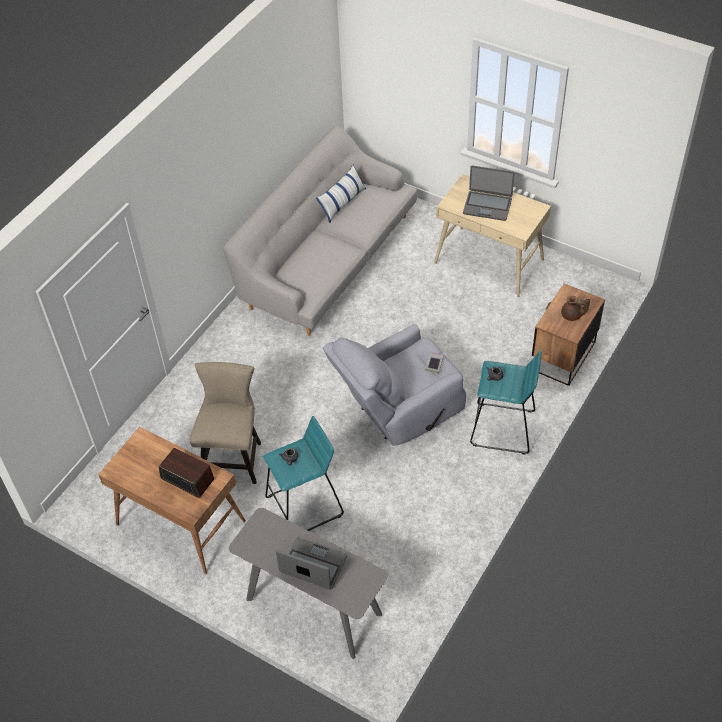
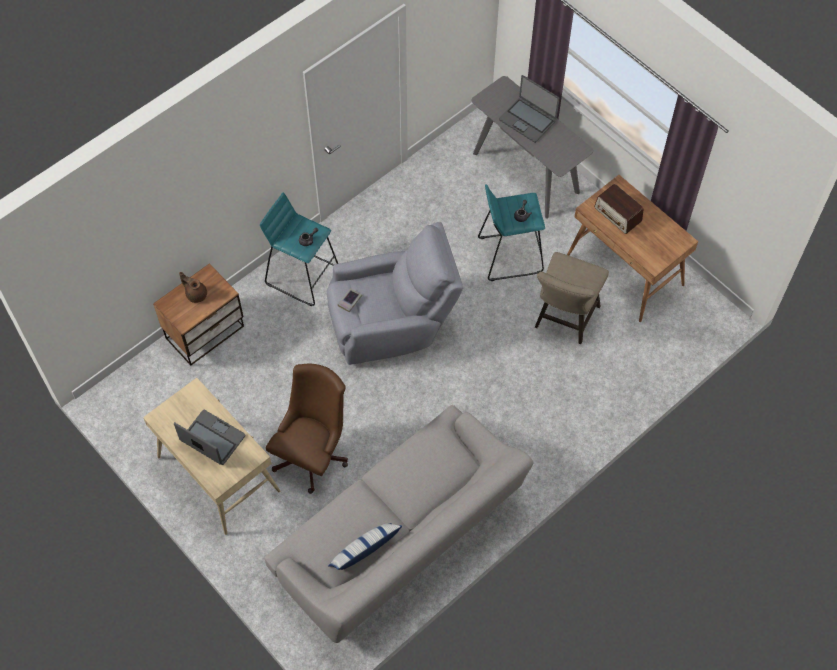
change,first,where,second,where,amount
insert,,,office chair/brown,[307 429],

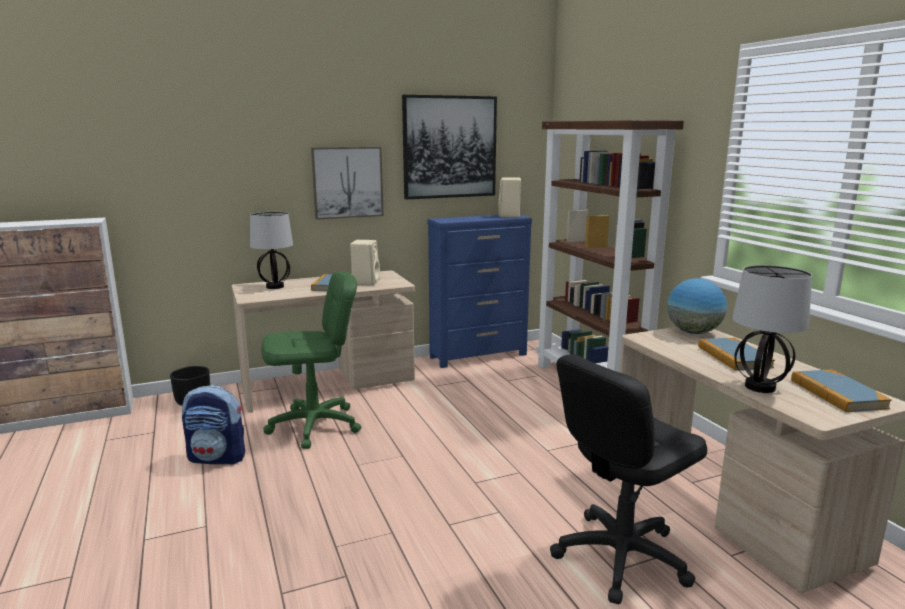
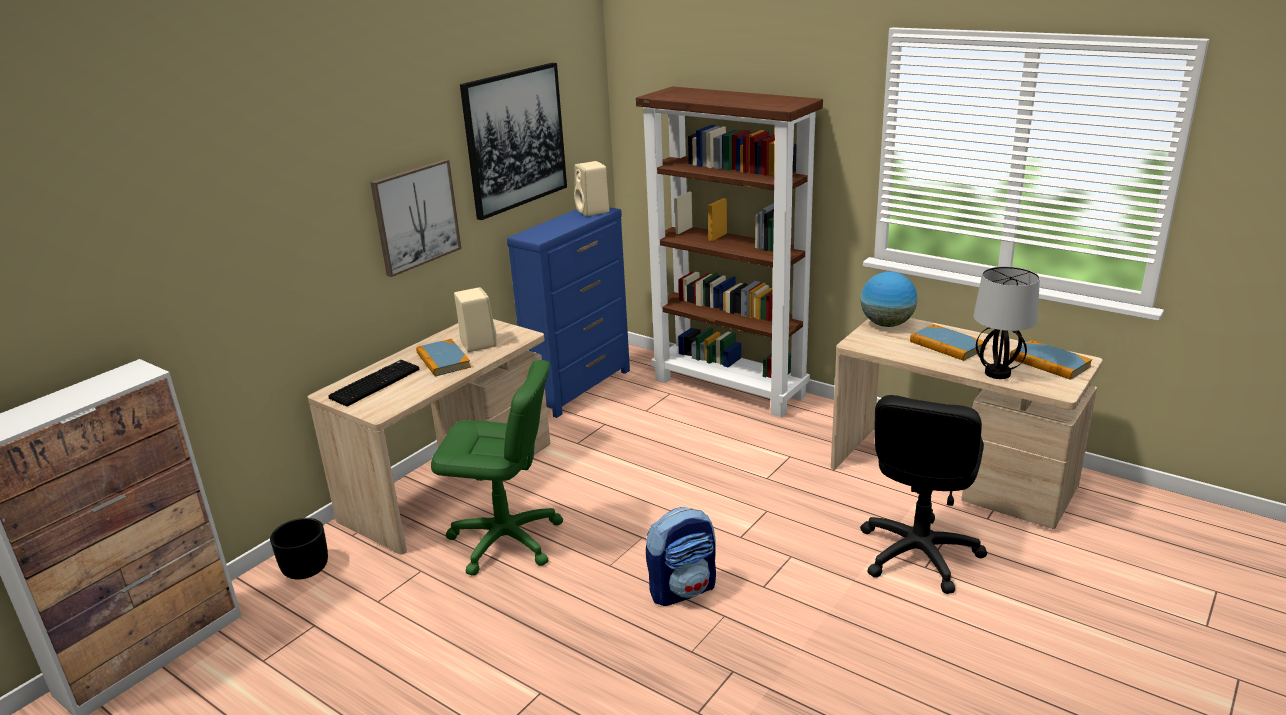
change,first,where,second,where,amount
move,backpack,[213 425],,[681 556],
replace,table lamp,[271 250],keyboard,[374 383],
rotate,office chair/green,[311 360],,[497 468],60 degrees clockwise

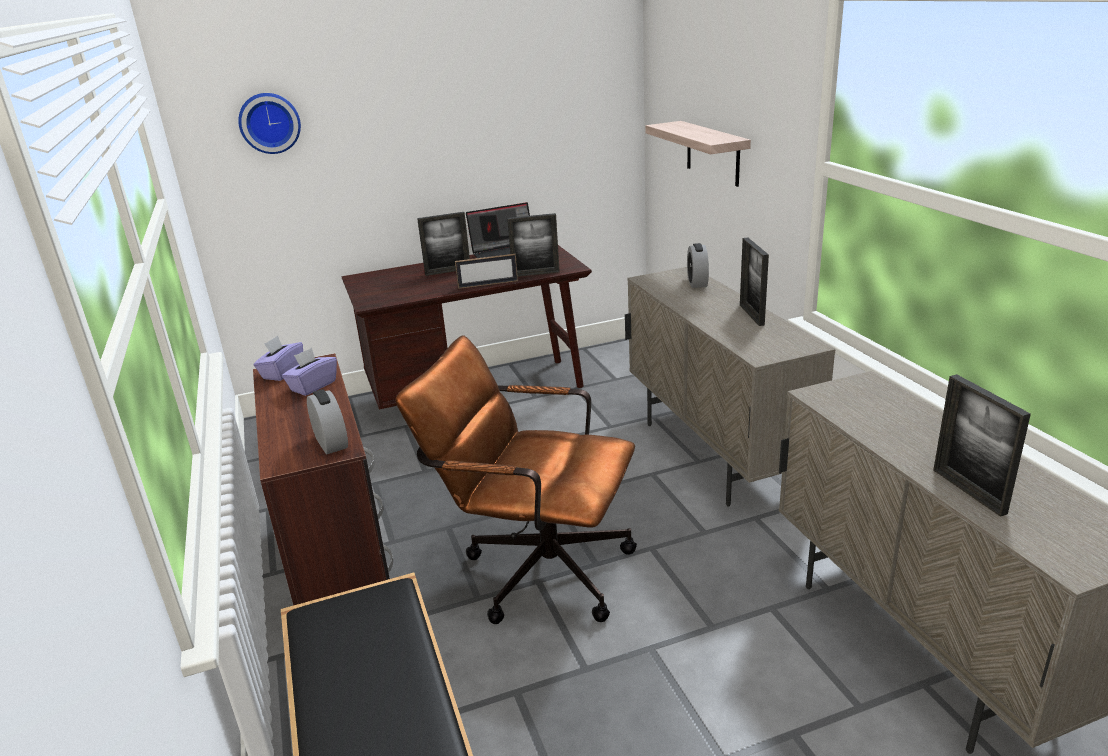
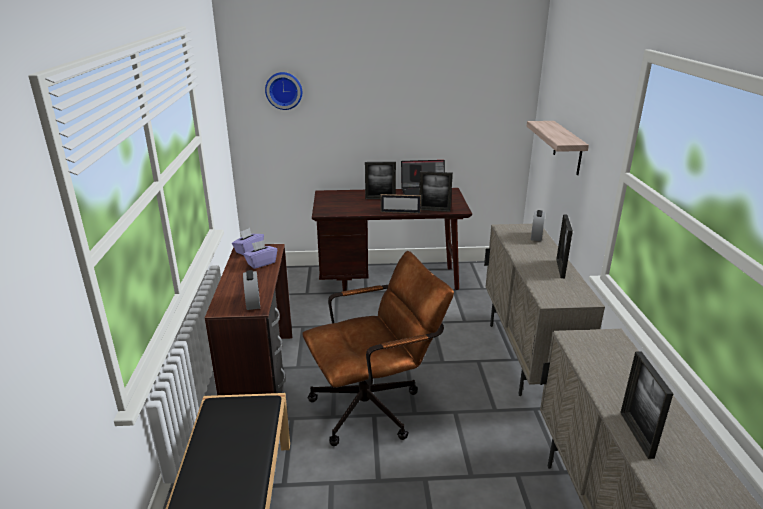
change,first,where,second,where,amount
rotate,office chair/brown,[516 479],,[378 348],120 degrees clockwise

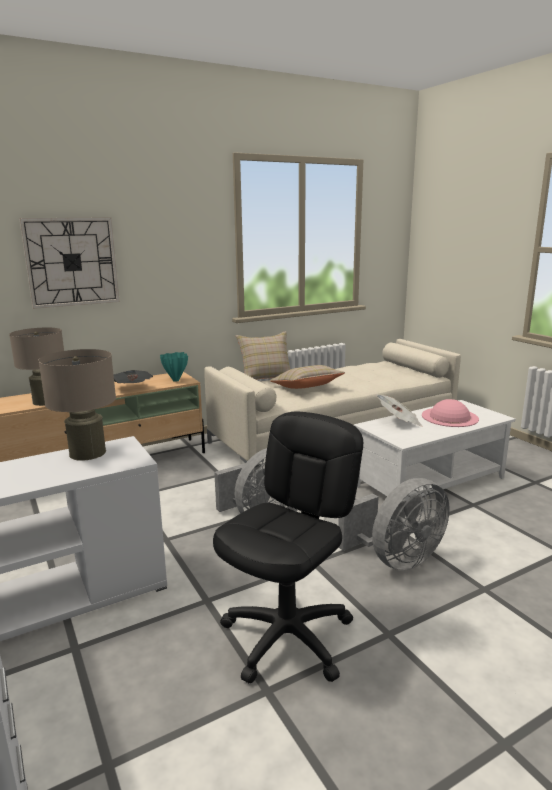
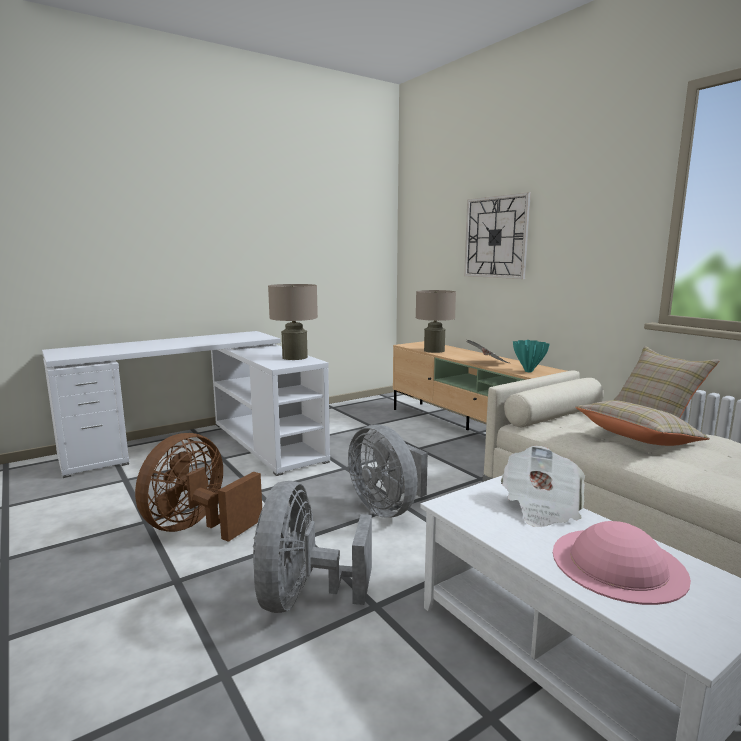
change,first,where,second,where,amount
replace,office chair/black,[288 547],fan/brown,[198 487],
rotate,fan/grey,[394 524],,[312 547],45 degrees clockwise

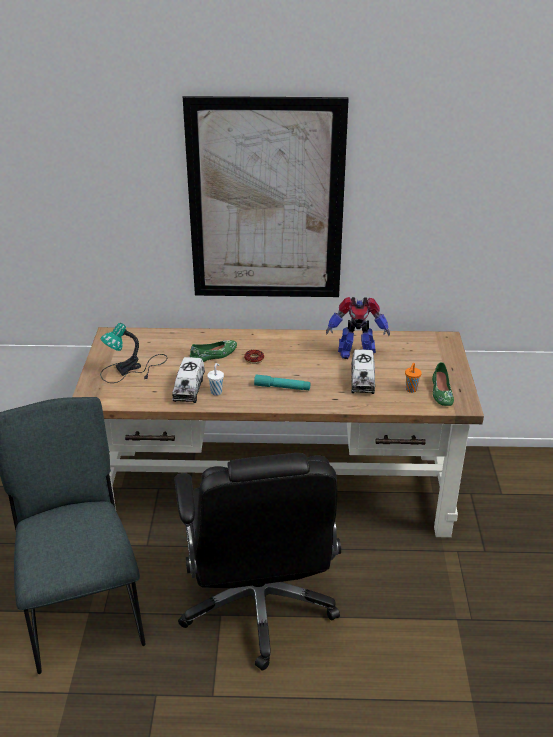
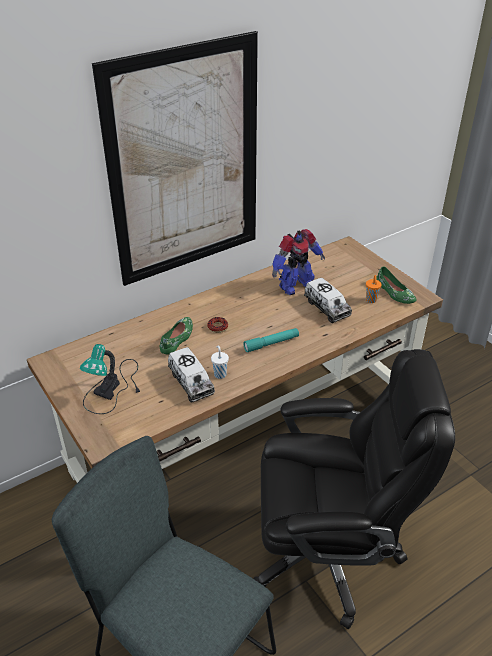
change,first,where,second,where,amount
rotate,office chair/black,[257 561],,[354 489],45 degrees counterclockwise

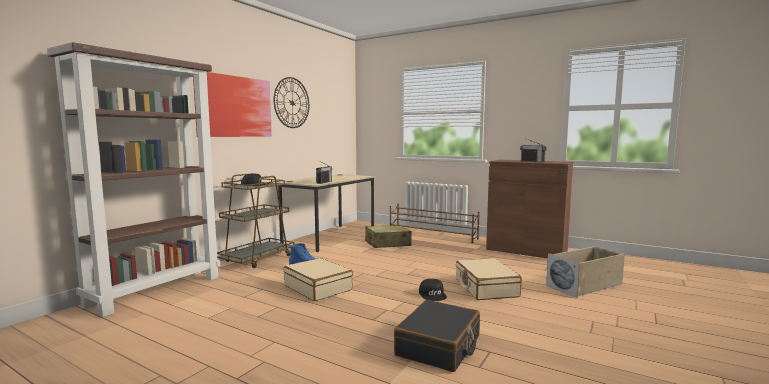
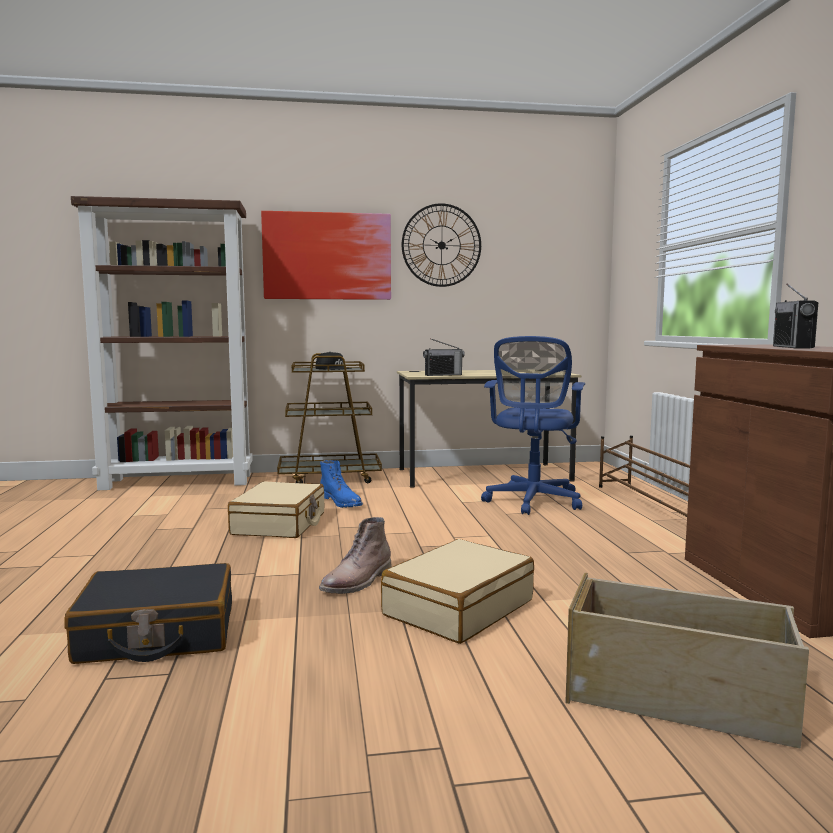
change,first,where,second,where,amount
replace,suitcase/beige,[388 236],office chair/blue,[533 425],
replace,cap/black,[433 290],boot/brown,[355 555],

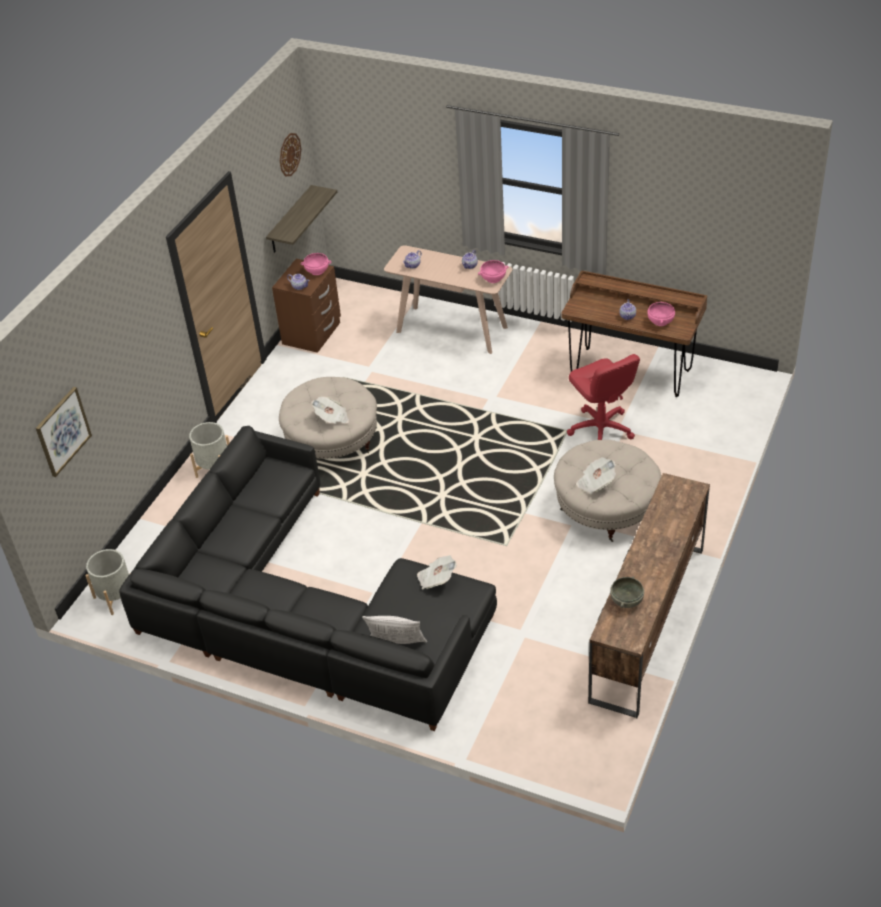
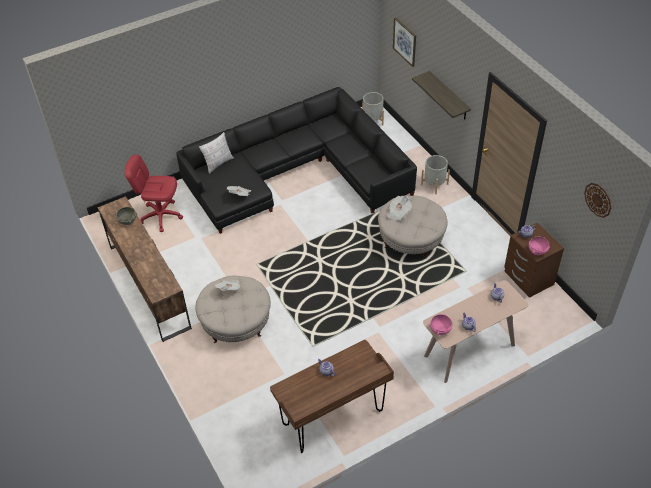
change,first,where,second,where,amount
move,shelf,[301 219],,[441 95],
move,office chair/red,[603 397],,[154 193],
delete,bowl/pink,[661 314],,,

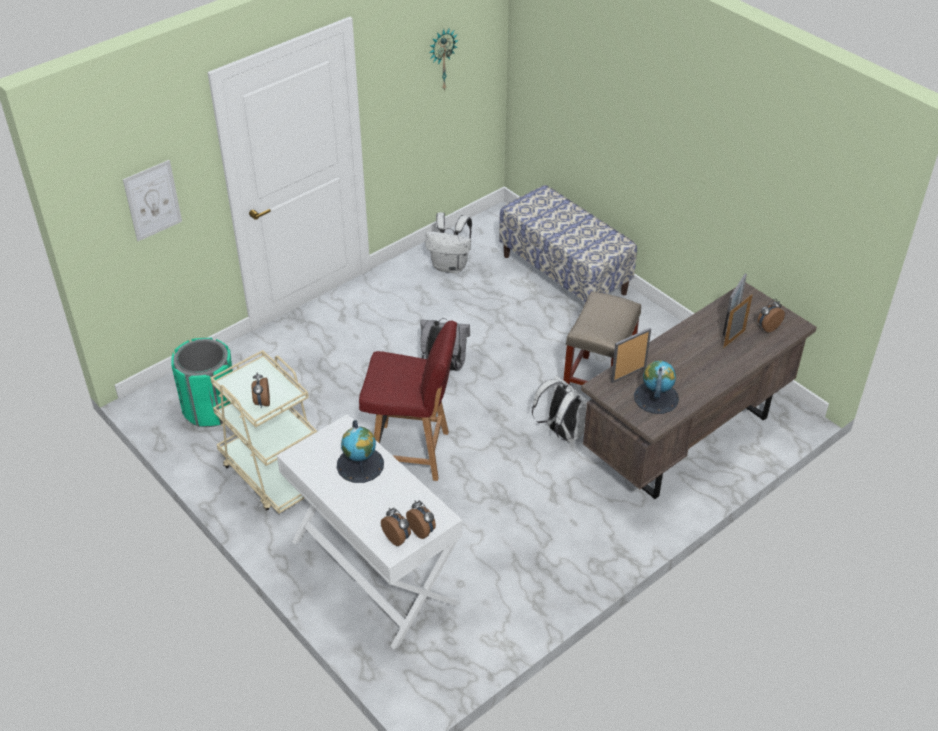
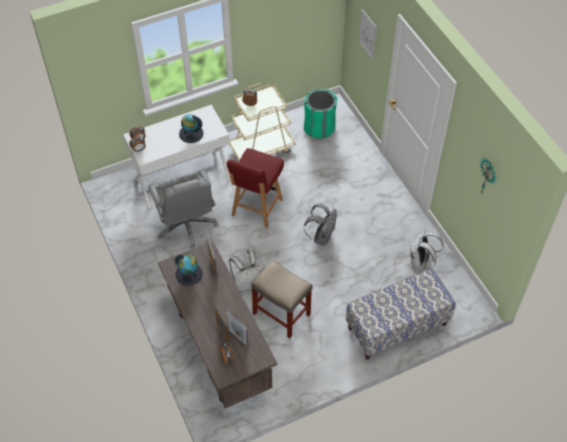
change,first,where,second,where,amount
insert,,,office chair/grey,[183 209],

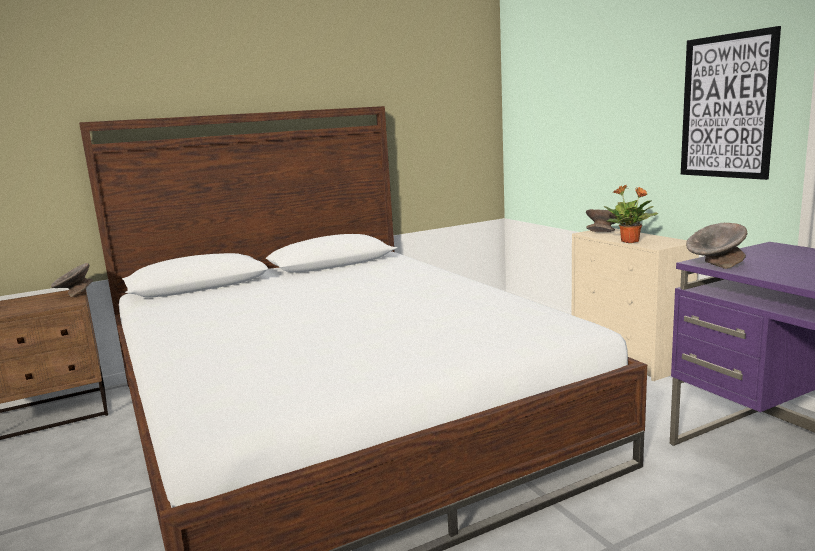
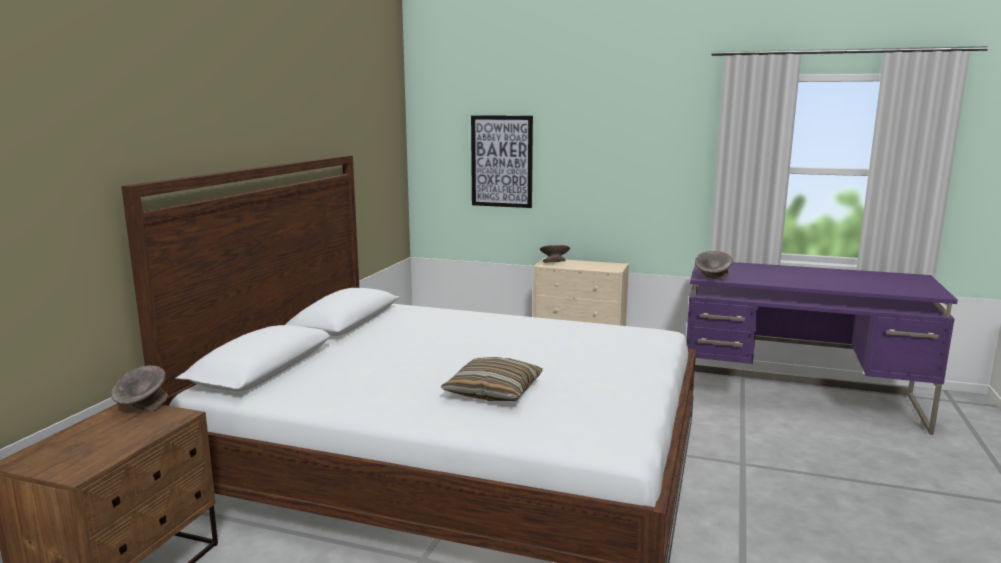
change,first,where,second,where,amount
delete,potted plant,[631 214],,,
move,picture,[731 103],,[502 161],
insert,,,pillow,[492 379],

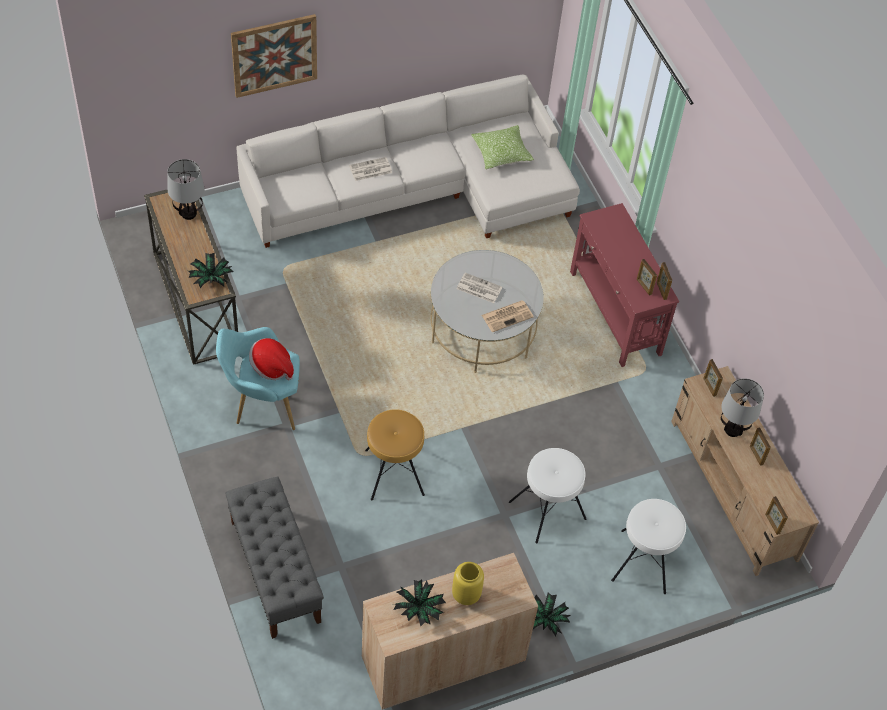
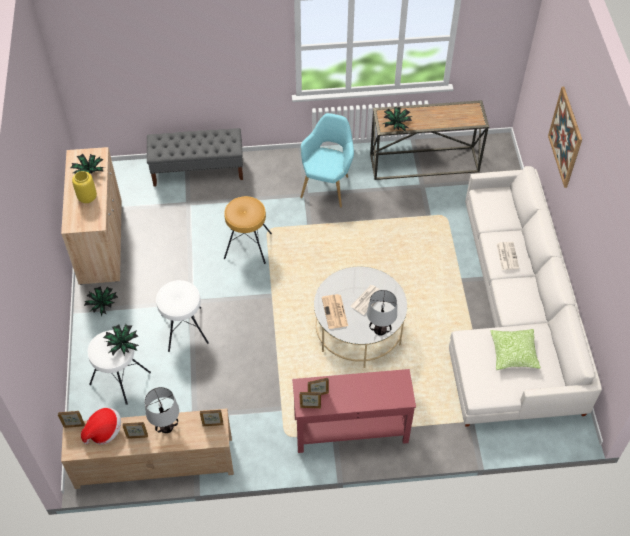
change,first,where,second,where,amount
move,table lamp,[185 189],,[382 313],
move,hat,[271 359],,[101 426],
insert,,,potted plant,[121 339],

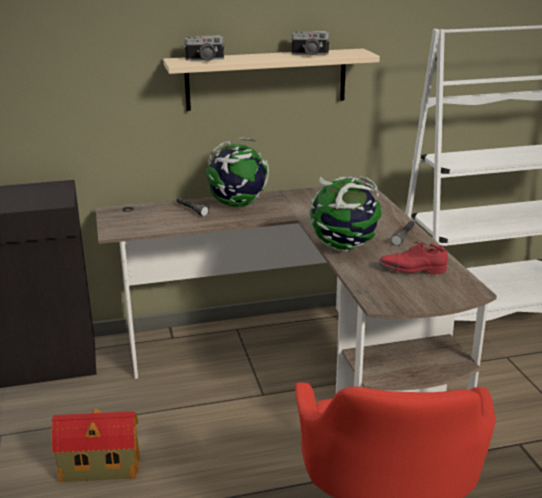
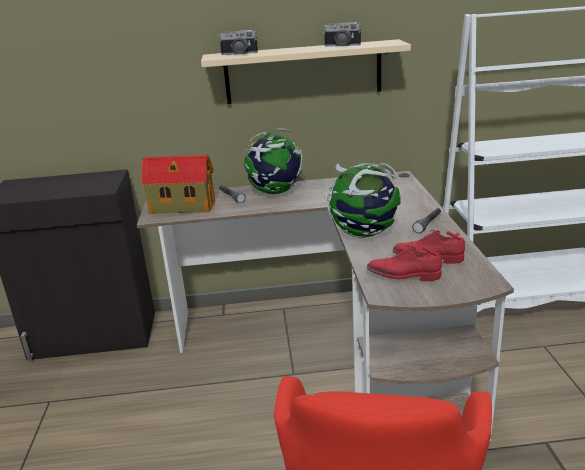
change,first,where,second,where,amount
move,toy house,[95 445],,[178 184],
insert,,,shoe/red,[404 263],

